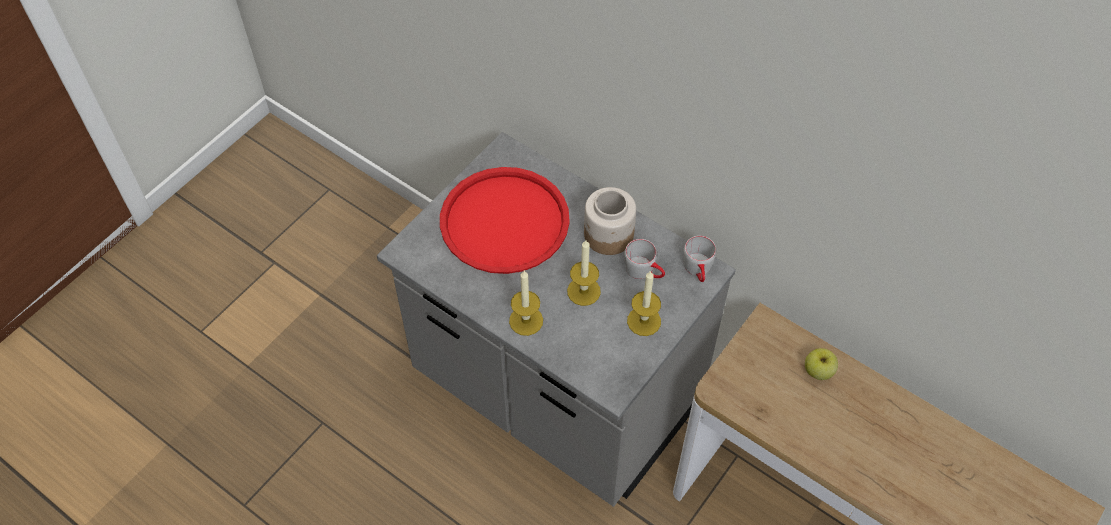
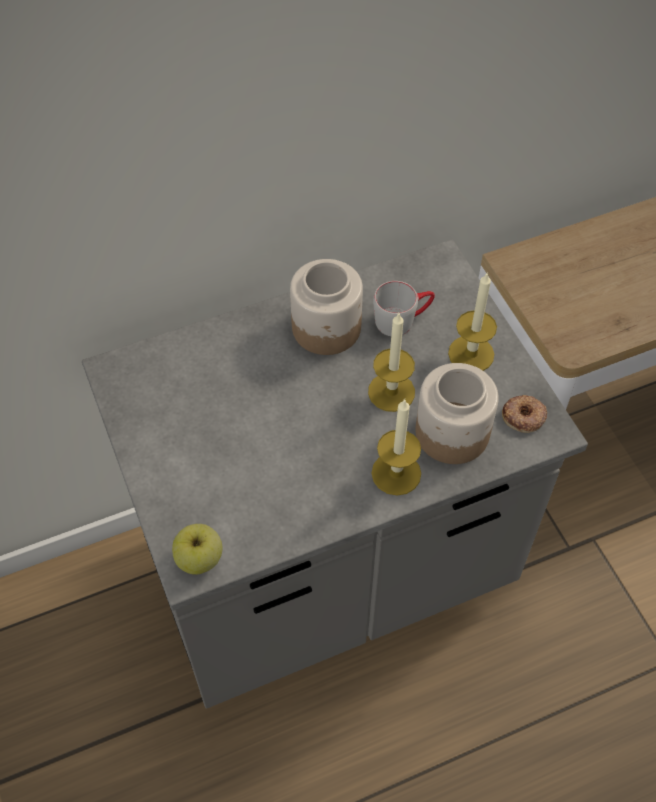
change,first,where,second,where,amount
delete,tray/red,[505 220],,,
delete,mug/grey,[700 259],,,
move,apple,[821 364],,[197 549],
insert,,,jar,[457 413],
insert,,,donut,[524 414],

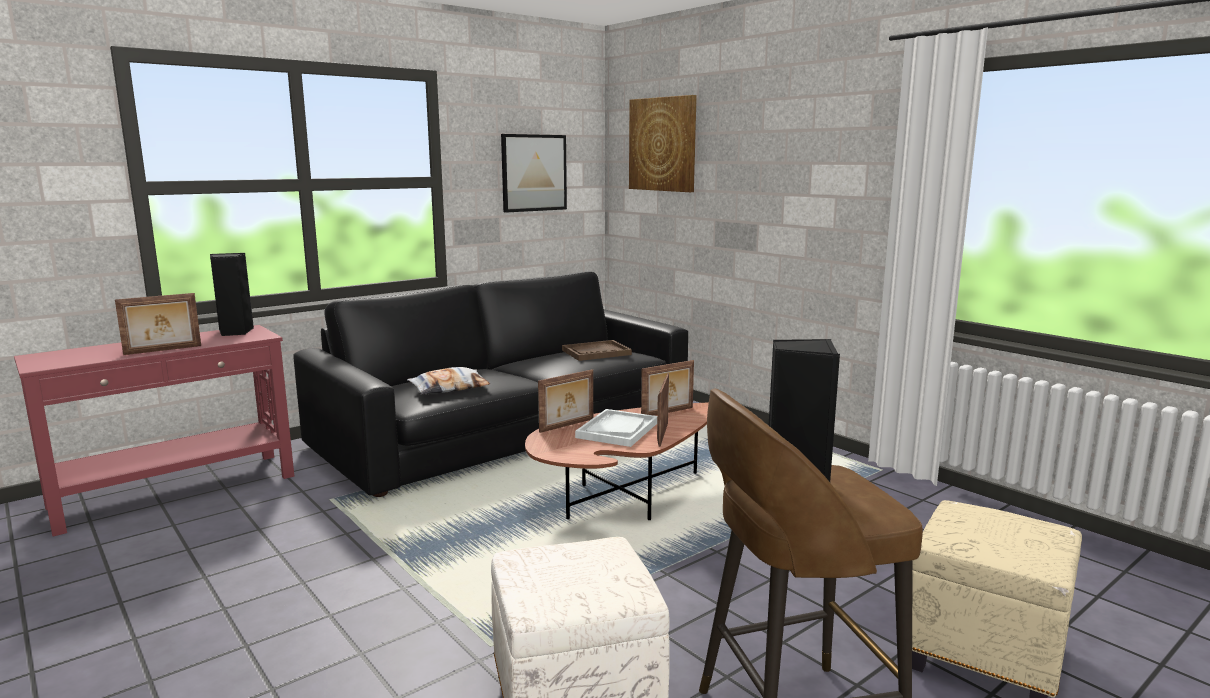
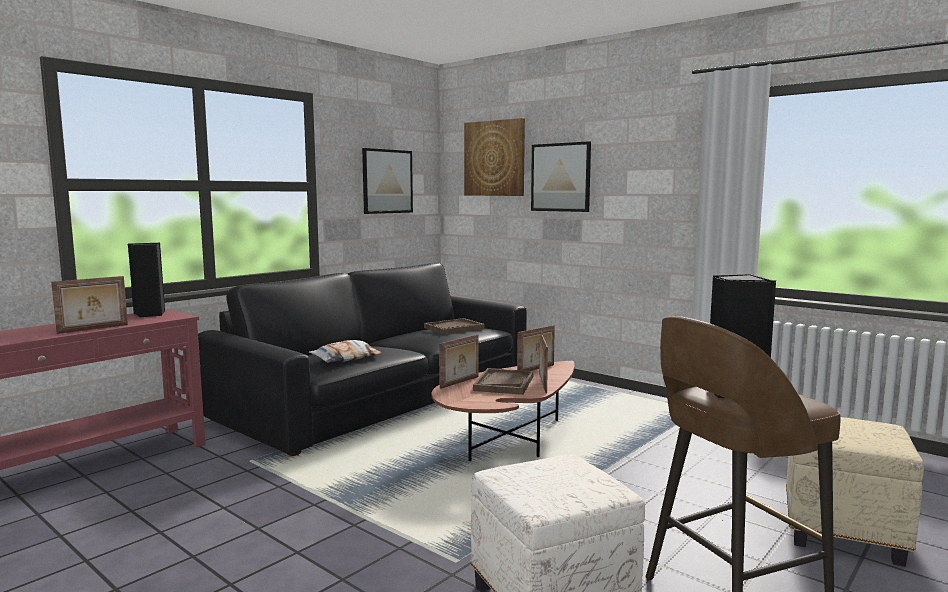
change,first,where,second,where,amount
recolor,tray/white,[616 428],tray/brown,[503 381],
insert,,,picture,[561 176],

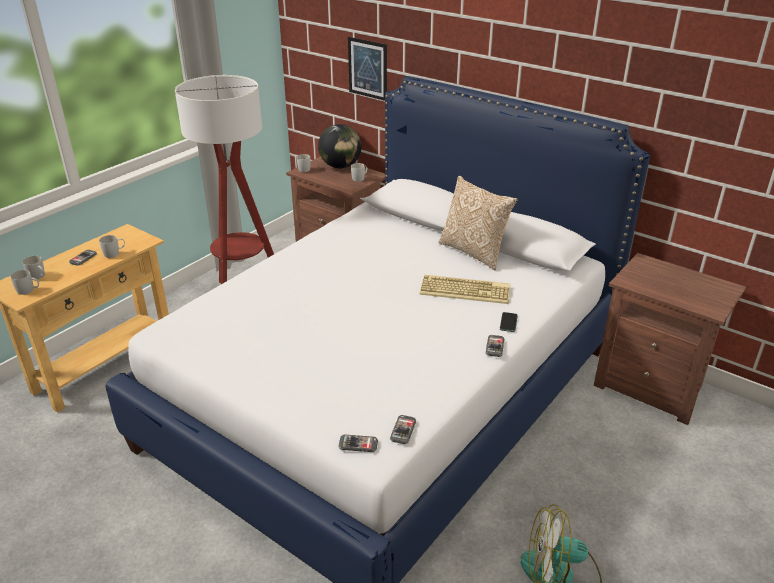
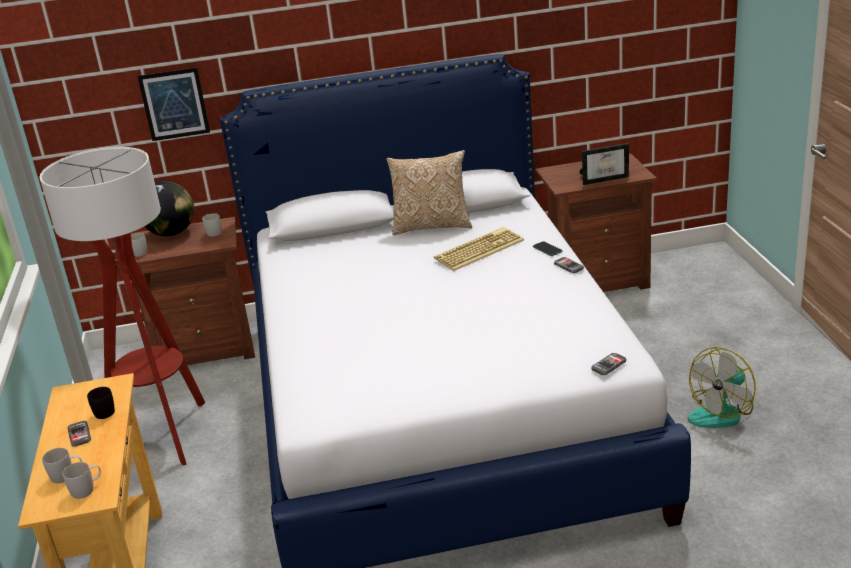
change,first,where,second,where,amount
recolor,mug/white,[112 246],mug/black,[101 403],
delete,phone,[403 429],,,
insert,,,picture frame,[604 164],

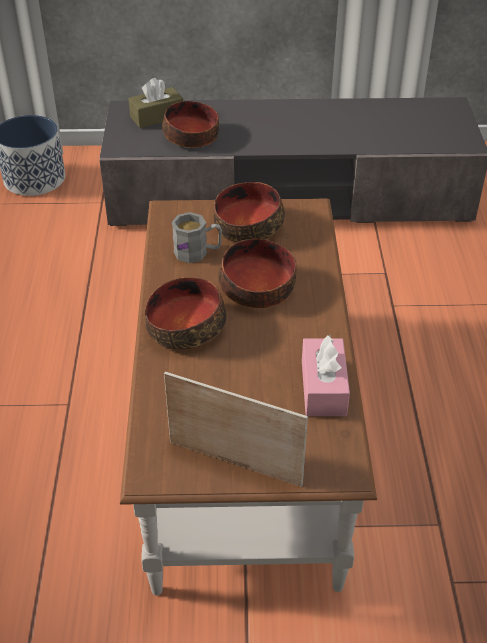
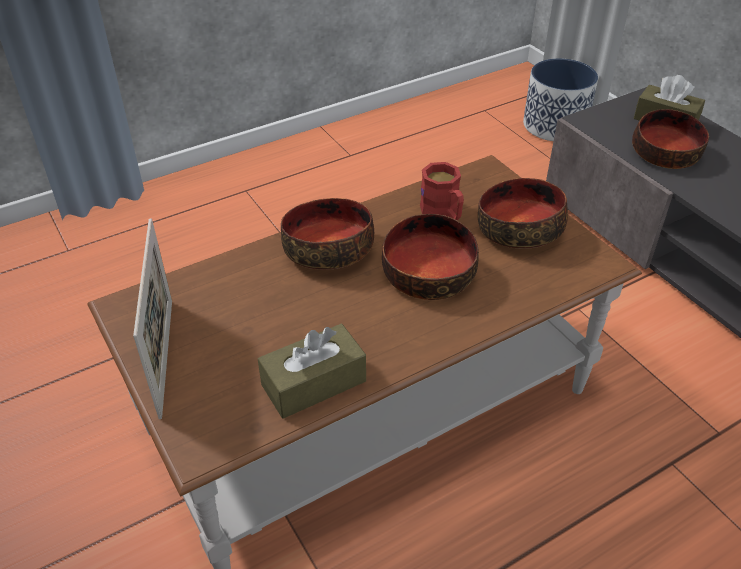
change,first,where,second,where,amount
recolor,mug/grey,[197 237],mug/red,[442 191],
recolor,tissue box/pink,[326 375],tissue box/brown,[312 371],

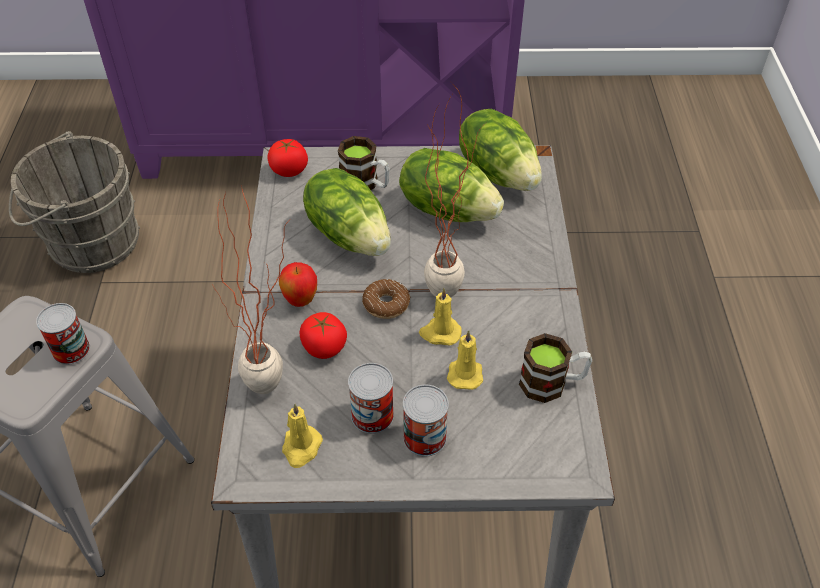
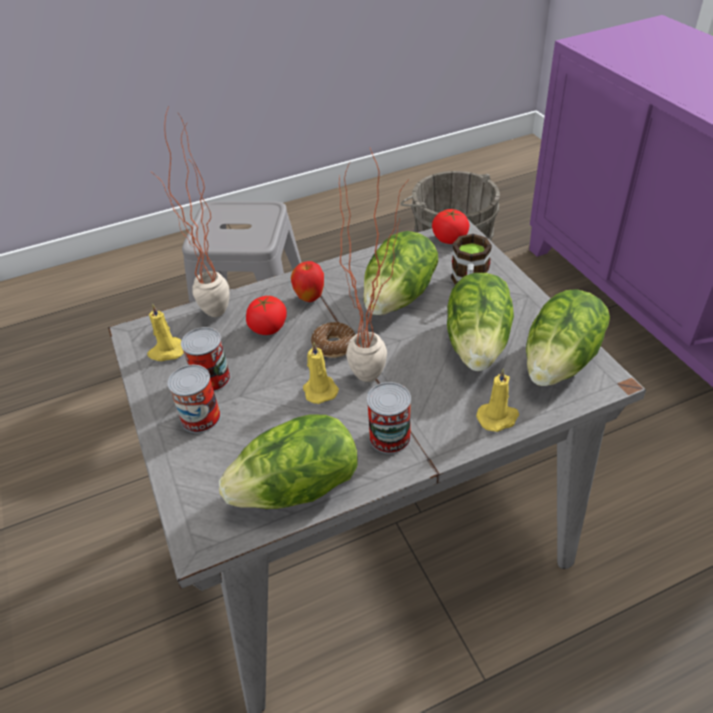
change,first,where,second,where,amount
move,can,[63 334],,[389 418],
move,candle/yellow,[465 360],,[497 400],
replace,mug,[555 368],lettuce,[288 461],

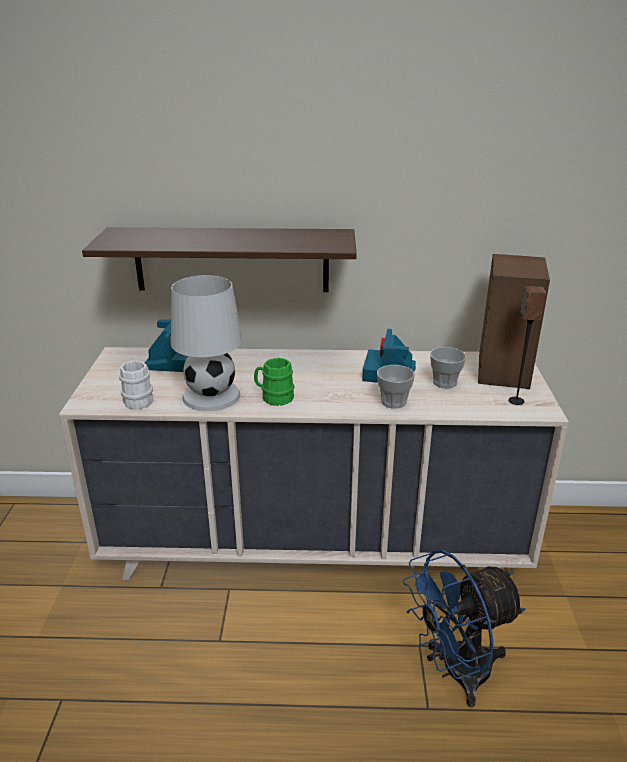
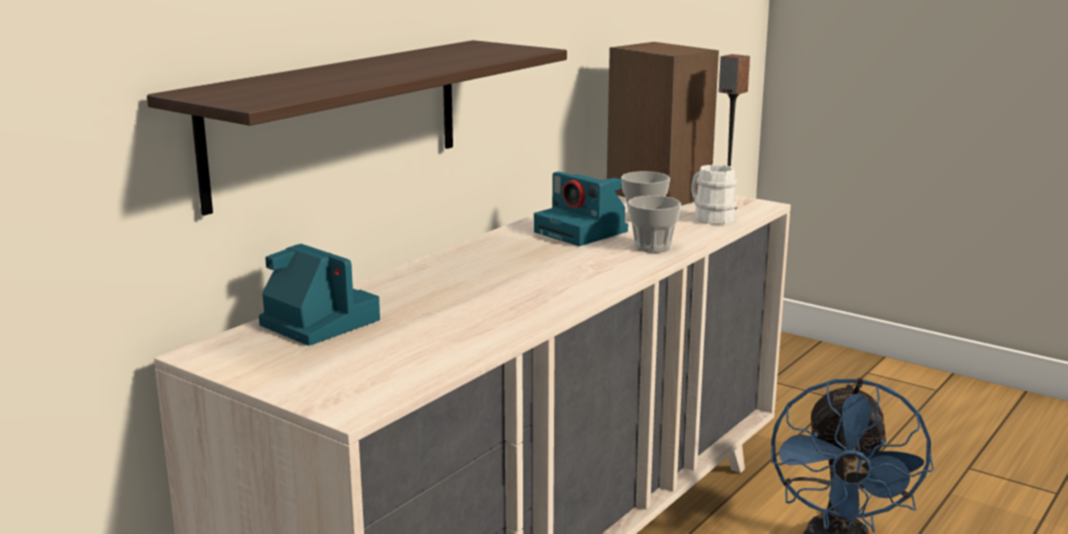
change,first,where,second,where,amount
move,mug/white,[136 385],,[714 195],
delete,table lamp/white,[206 343],,,
delete,mug/green,[274 382],,,

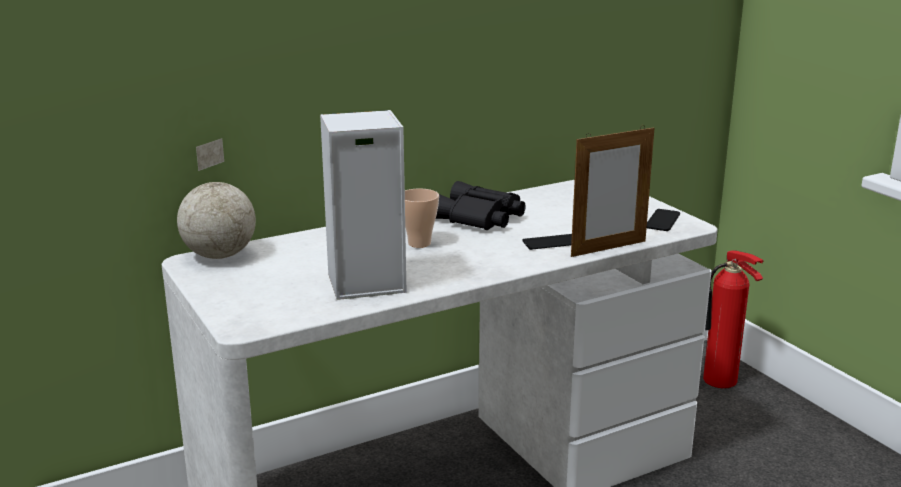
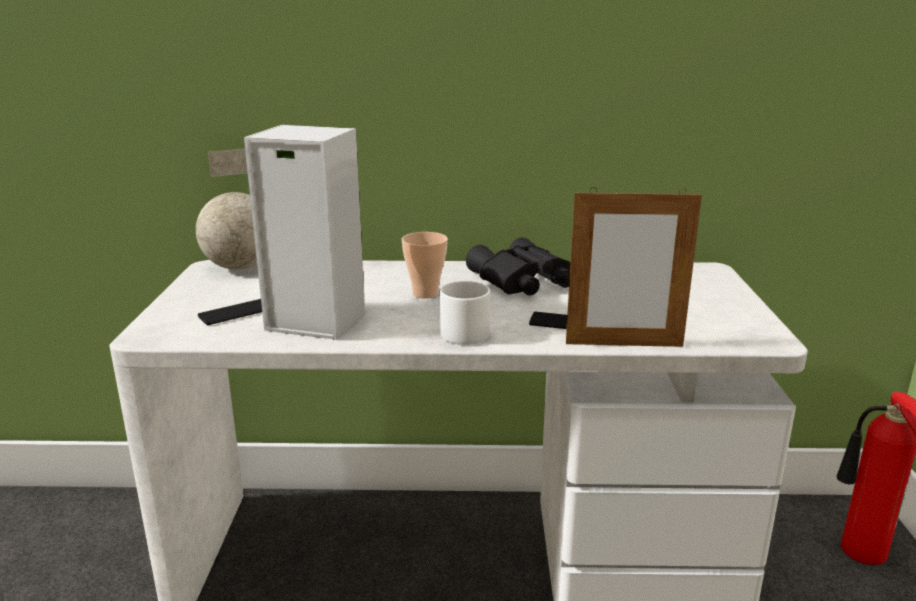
change,first,where,second,where,amount
move,phone,[663 220],,[230 312],
insert,,,mug/white,[465 313],

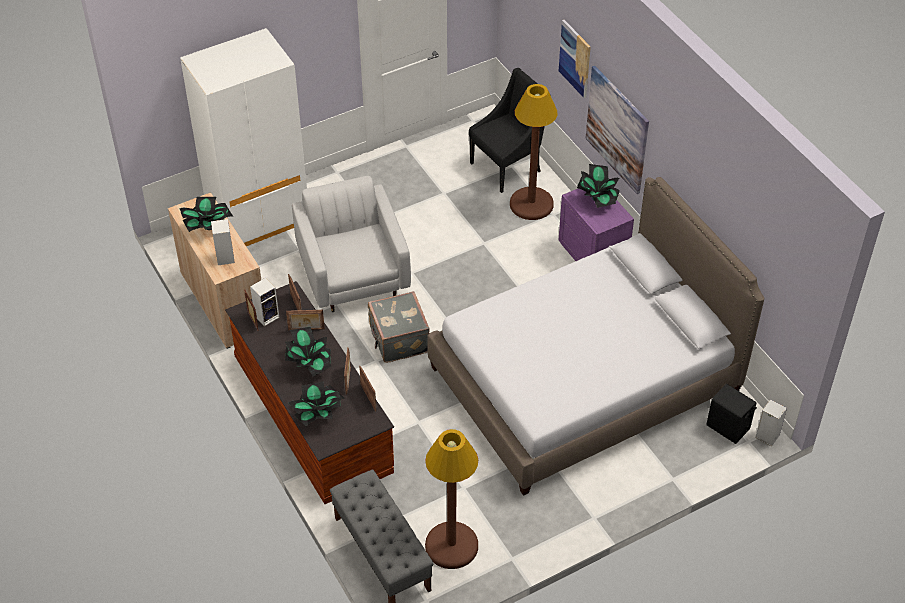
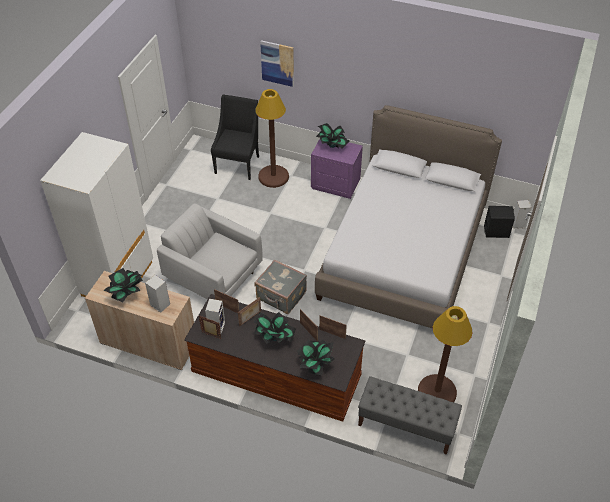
change,first,where,second,where,amount
delete,picture,[617 130],,,

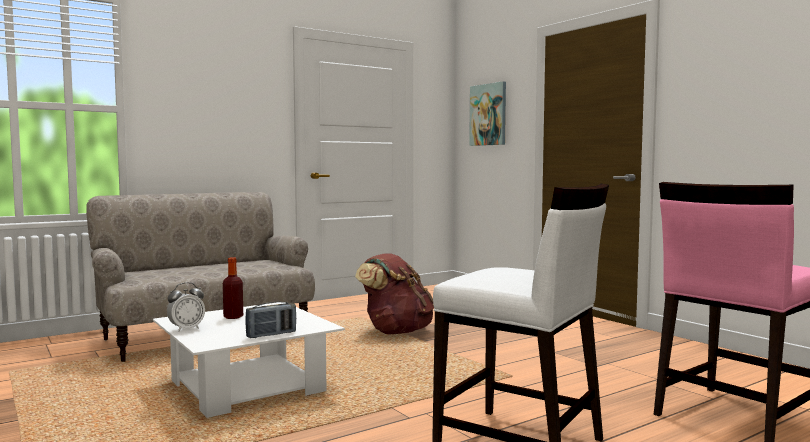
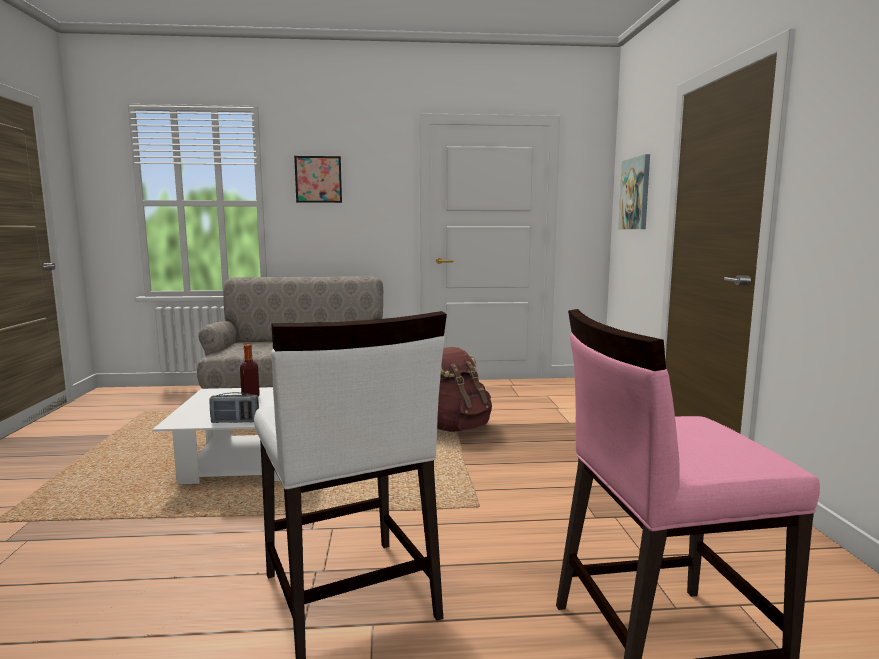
change,first,where,second,where,amount
delete,alarm clock,[186 307],,,
insert,,,picture,[318 179],

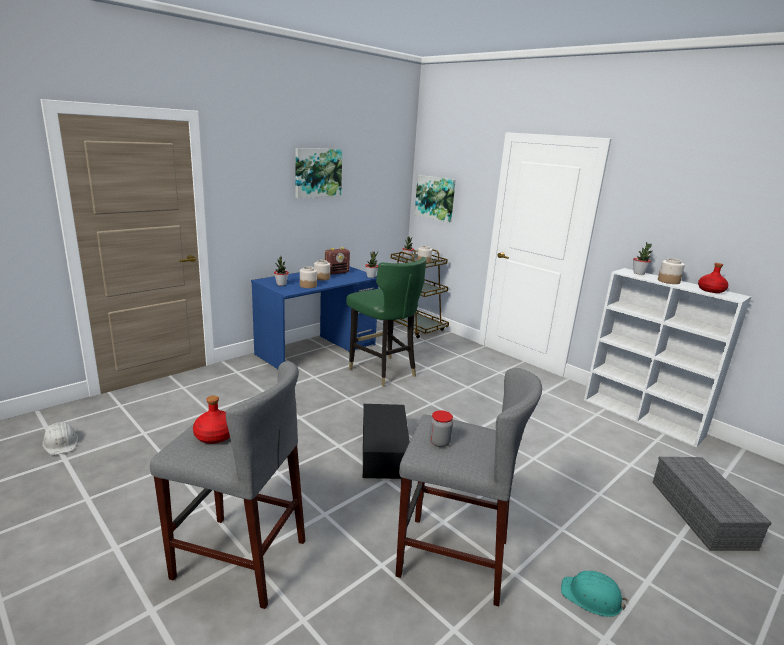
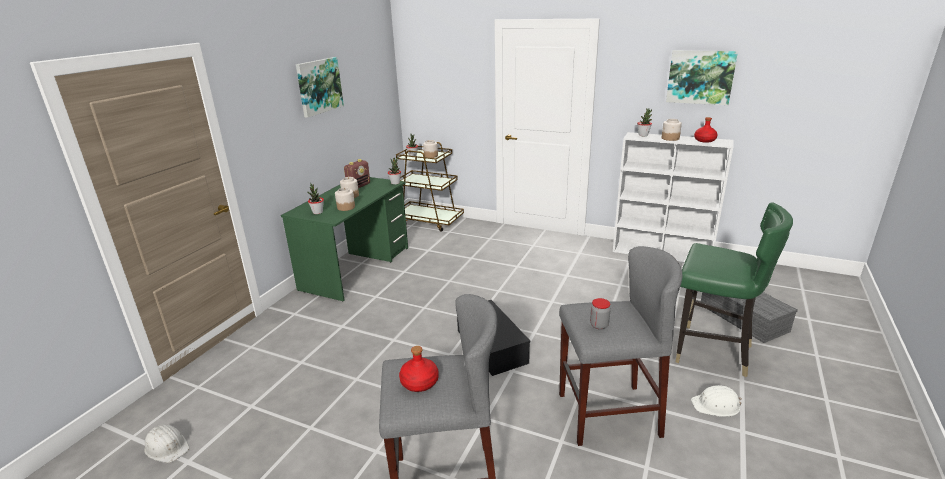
change,first,where,second,where,amount
recolor,desk/blue,[315 317],desk/green,[344 239],
move,chair/green,[386 322],,[734 290],
move,picture,[435 198],,[702 77],
recolor,hard hat/turquoise,[594 594],hard hat/white,[716 401],

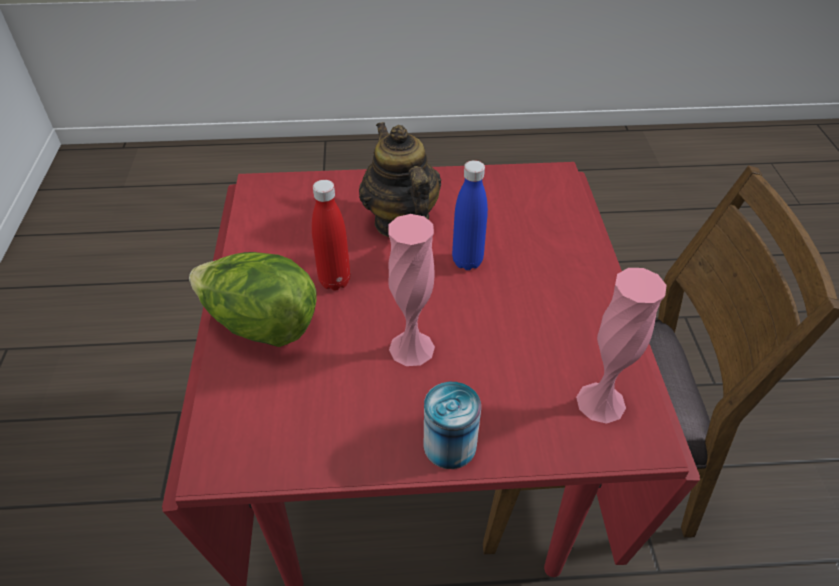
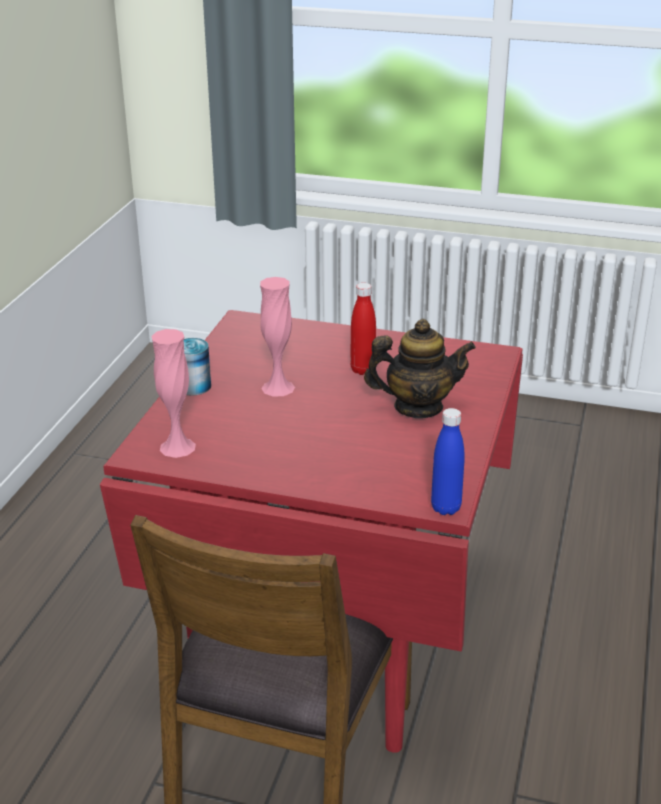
change,first,where,second,where,amount
delete,lettuce,[252 299],,,
move,bottle/blue,[470 215],,[448 461],

